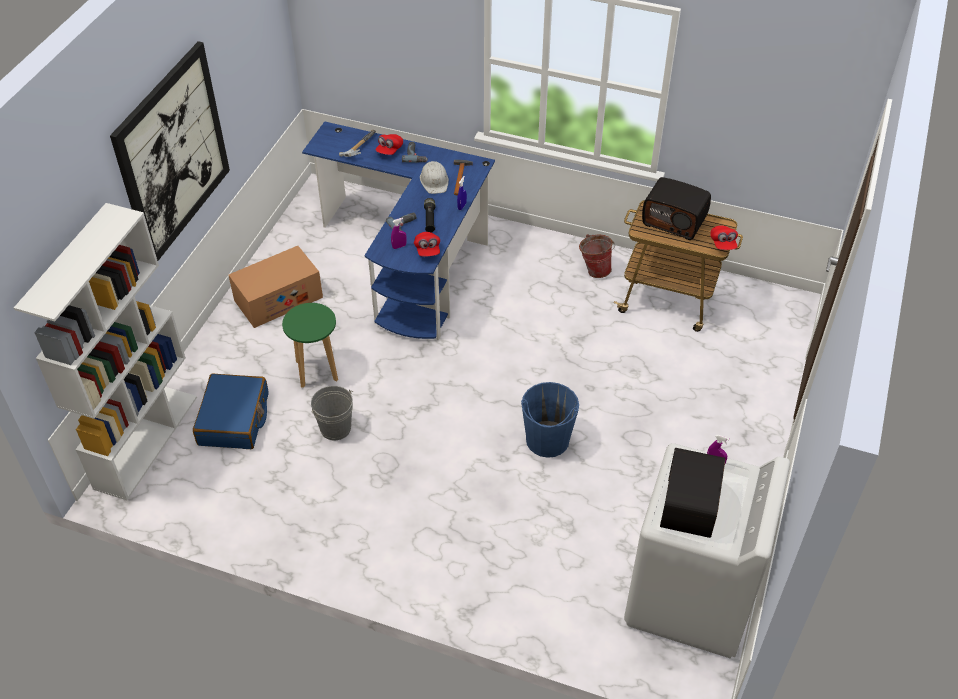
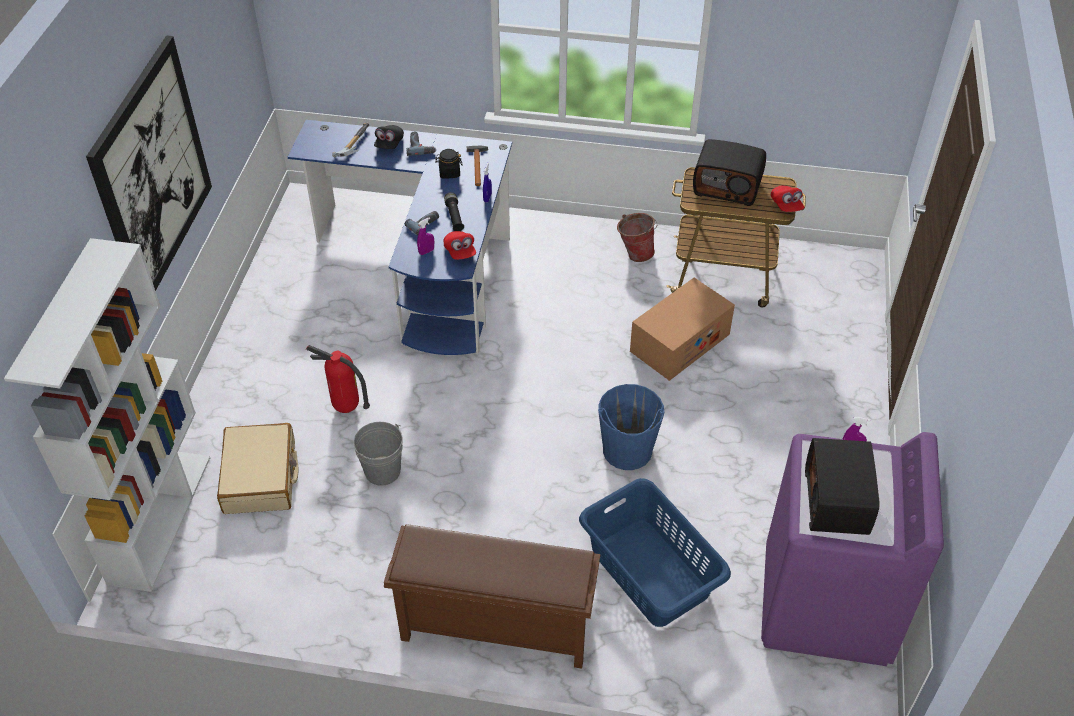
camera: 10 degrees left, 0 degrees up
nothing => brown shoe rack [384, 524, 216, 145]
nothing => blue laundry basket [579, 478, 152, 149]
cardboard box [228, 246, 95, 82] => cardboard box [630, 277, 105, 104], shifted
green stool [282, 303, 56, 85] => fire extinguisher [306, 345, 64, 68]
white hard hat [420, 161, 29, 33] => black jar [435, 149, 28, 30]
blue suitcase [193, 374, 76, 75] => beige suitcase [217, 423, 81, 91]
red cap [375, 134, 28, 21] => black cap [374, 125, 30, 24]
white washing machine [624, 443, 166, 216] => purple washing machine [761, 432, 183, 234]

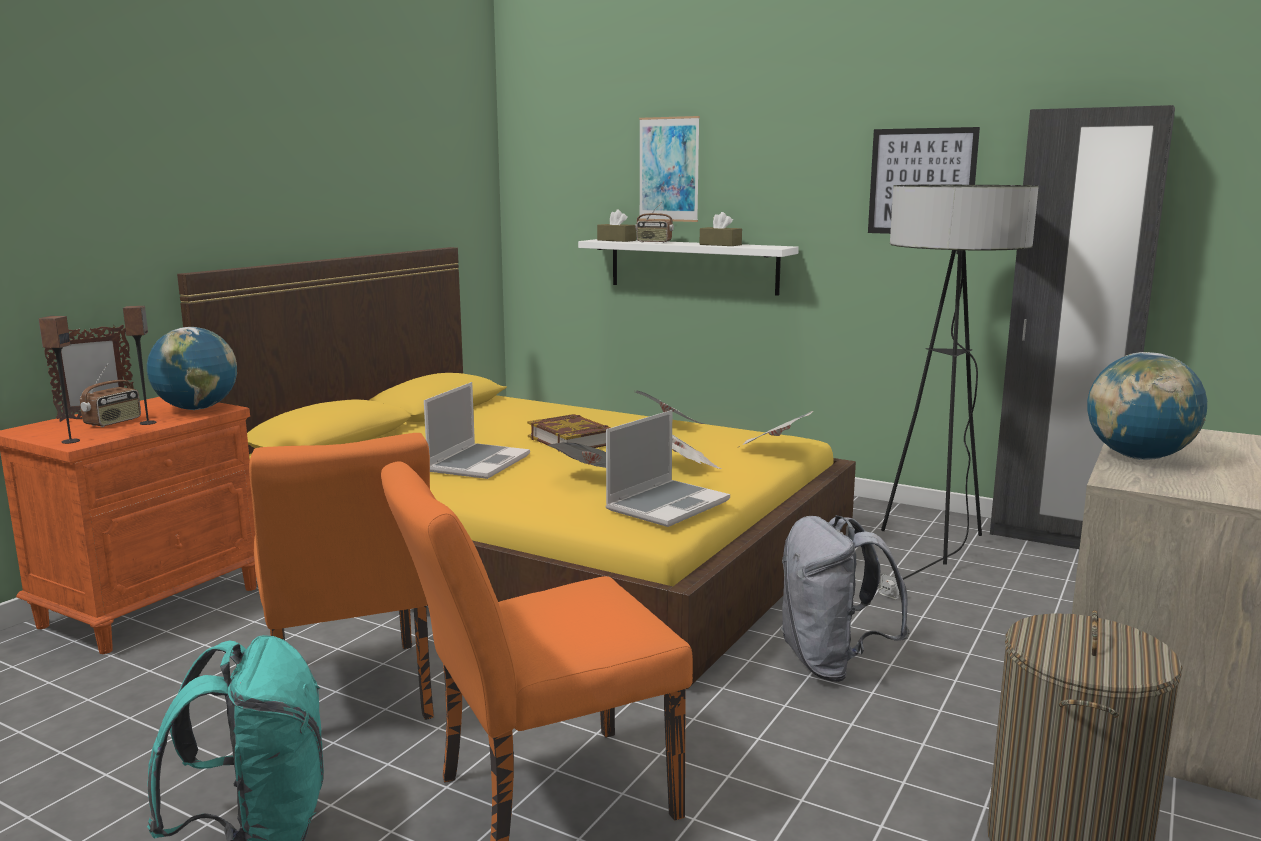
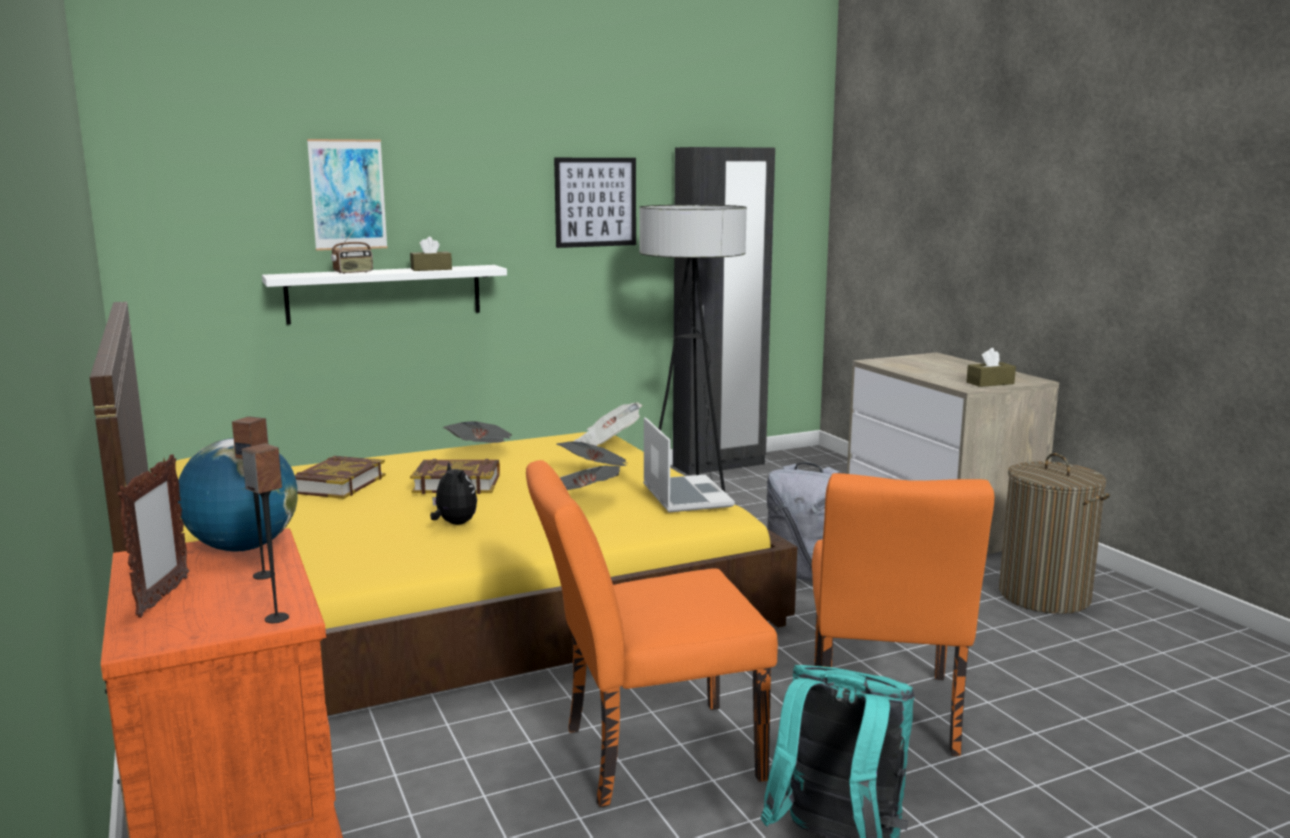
camera: 55 degrees left, 0 degrees up
radio [80, 363, 61, 64] => nothing
globe [1087, 352, 120, 108] => nothing
nothing => book [295, 456, 91, 43]
brown tissue box [597, 209, 39, 33] => brown tissue box [966, 348, 50, 39], shifted
laptop [424, 382, 106, 97] => plush toy [430, 462, 47, 63]
orange chair [249, 433, 185, 287] => orange chair [526, 460, 252, 347], 150 degrees clockwise

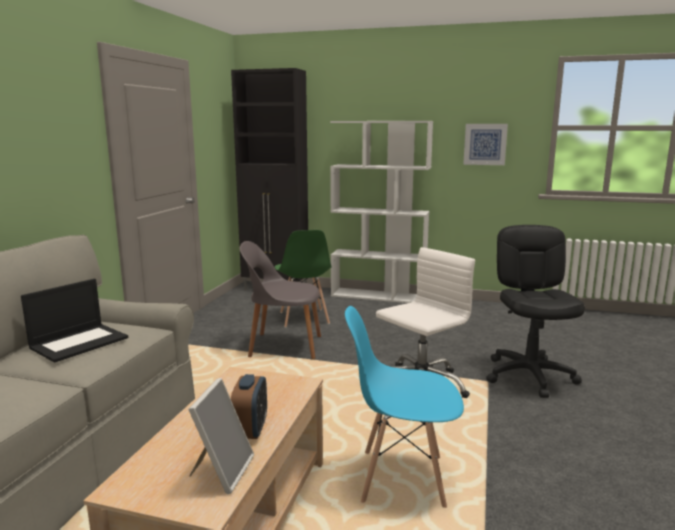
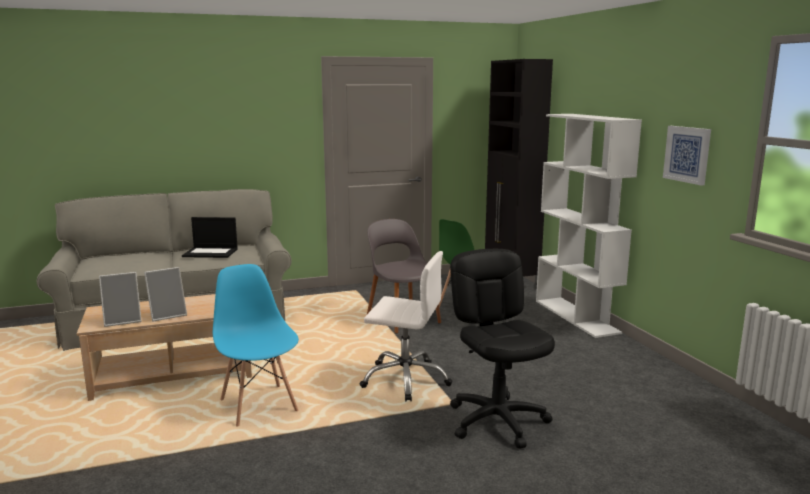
camera: 55 degrees right, 0 degrees up
alarm clock [231, 374, 36, 65] => picture frame [144, 267, 43, 54]
black office chair [486, 225, 99, 173] => black office chair [450, 249, 105, 199], 75 degrees counterclockwise

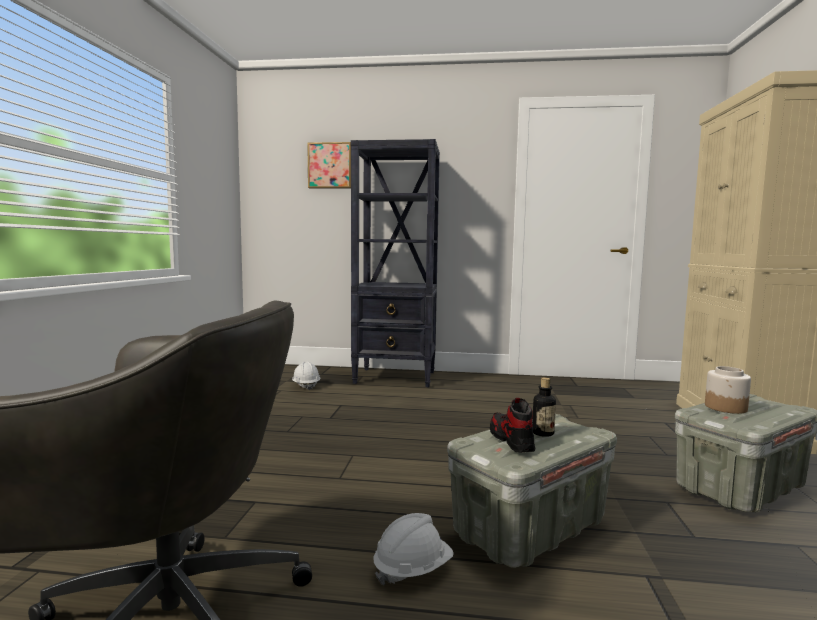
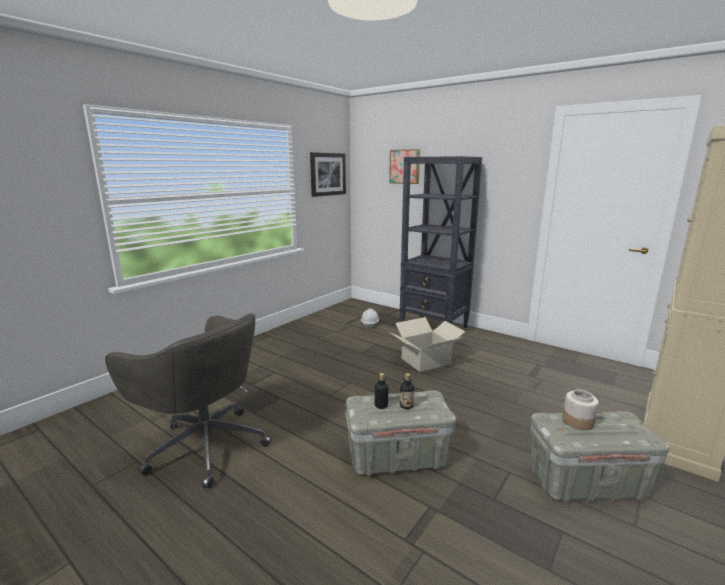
camera: 30 degrees right, 10 degrees up
white hard hat [373, 513, 81, 73] => nothing
nothing => picture [310, 152, 36, 45]
nothing => cardboard box [390, 317, 76, 55]
shoe [490, 398, 45, 55] => bottle [374, 373, 15, 36]

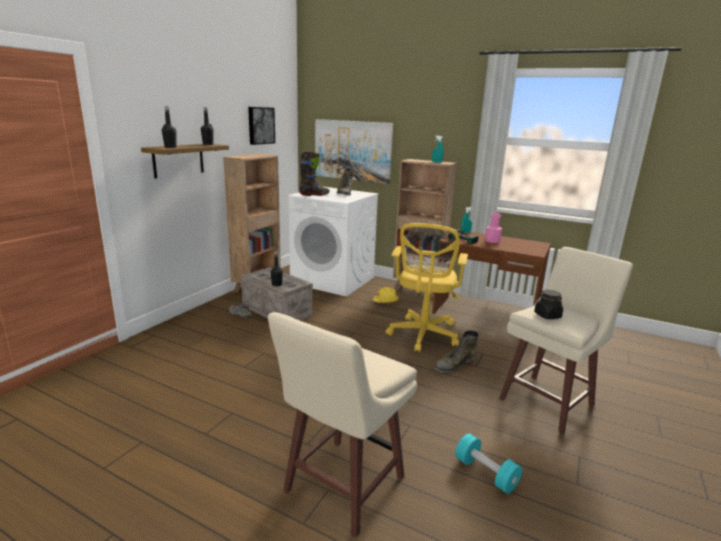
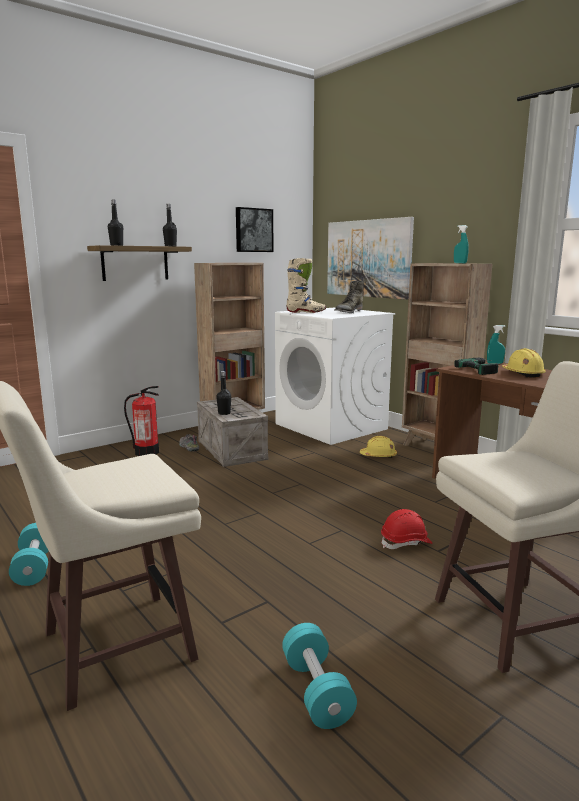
camera: 25 degrees right, 5 degrees down
yellow office chair [386, 223, 82, 129] => nothing
black jar [534, 290, 29, 29] => nothing
nothing => turquoise dumbbell [9, 523, 40, 63]
nothing => fire extinguisher [124, 386, 35, 70]
green boot [434, 330, 45, 43] => red hard hat [381, 509, 51, 40]
pink bottle [485, 213, 17, 30] => yellow hard hat [502, 348, 44, 30]
black boot [300, 152, 30, 44] => beige boot [286, 258, 40, 55]

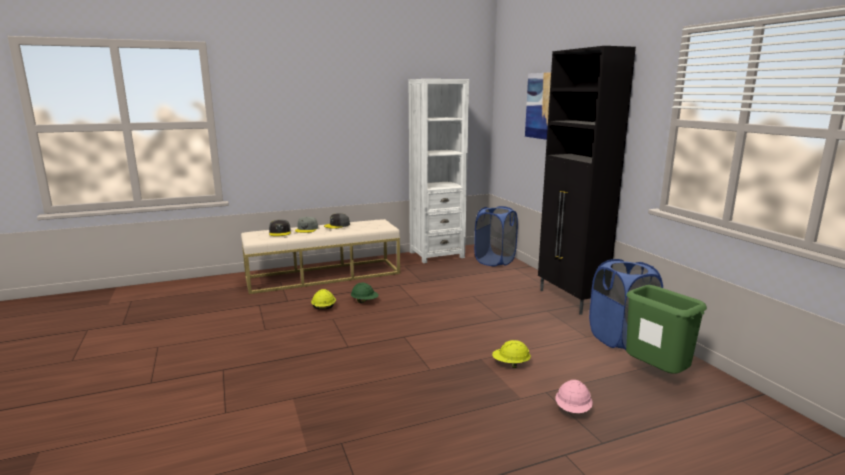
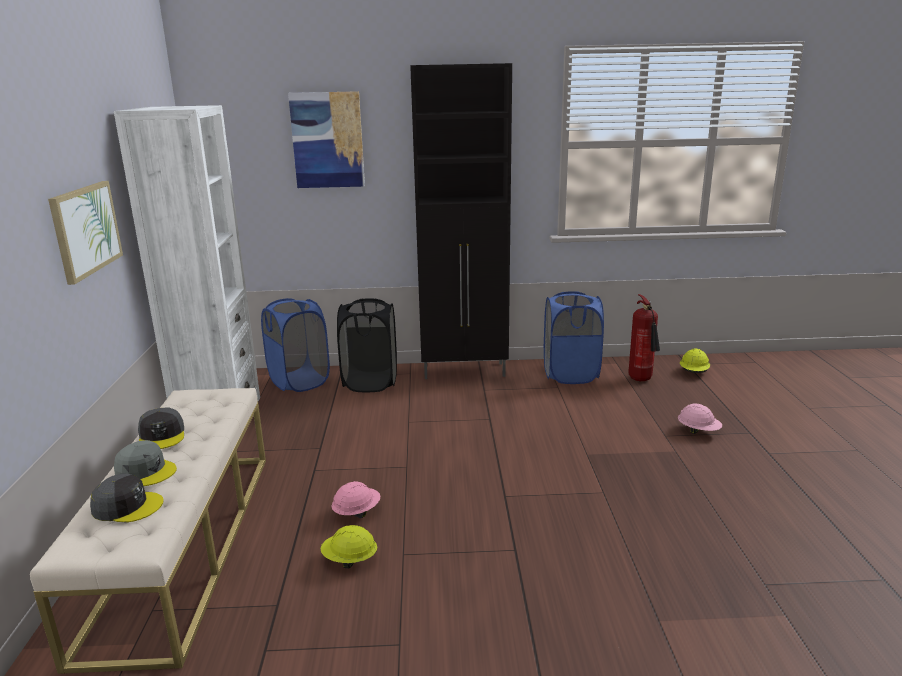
camera: 70 degrees left, 5 degrees up
nothing => picture [48, 181, 75, 104]
nothing => black laundry basket [337, 298, 60, 94]
yellow hard hat [492, 340, 39, 28] => yellow hard hat [680, 349, 30, 24], shifted
green trash can [626, 285, 81, 89] => fire extinguisher [628, 294, 32, 87]
green hard hat [351, 283, 28, 20] => pink hard hat [332, 481, 48, 37]

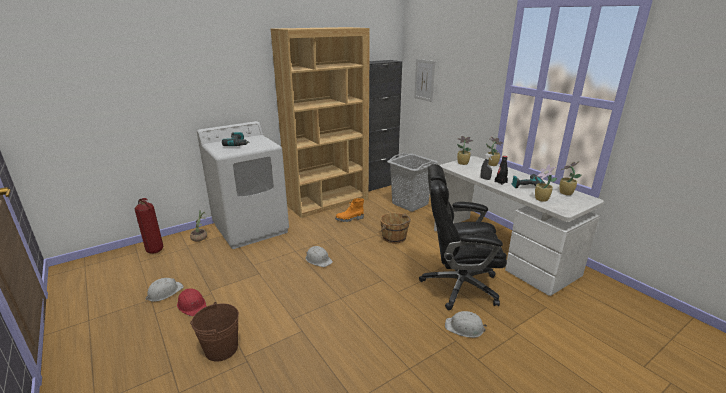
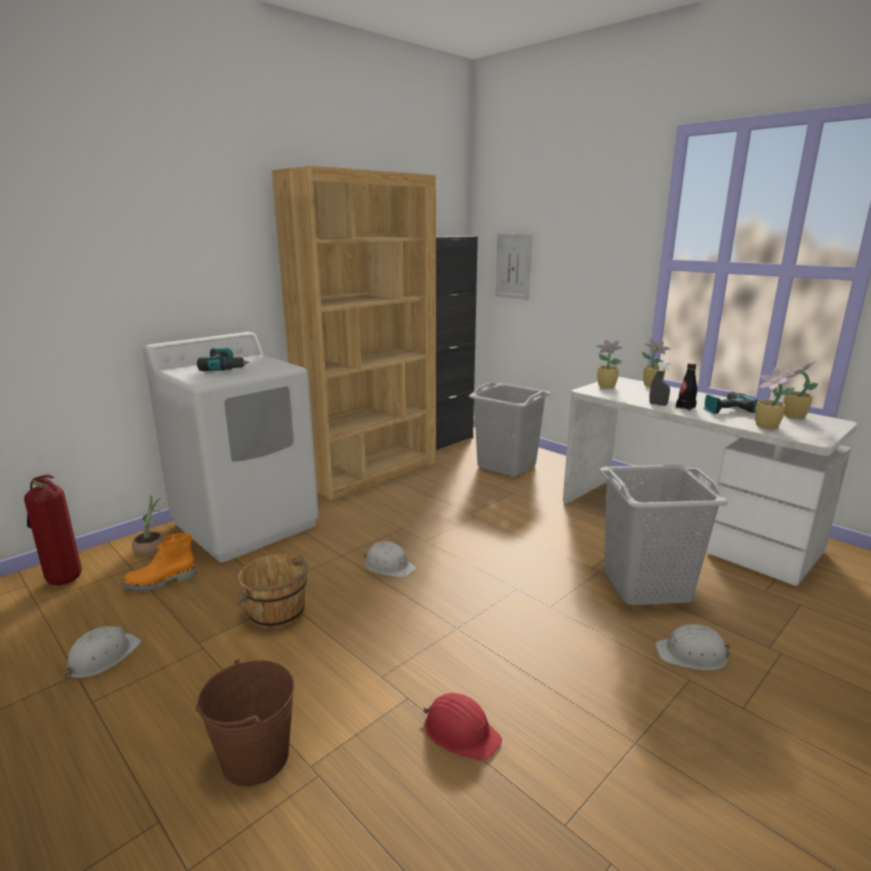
camera: 10 degrees left, 5 degrees down
red hard hat [177, 288, 29, 28] => red hard hat [423, 693, 79, 68], shifted
orange boot [335, 198, 29, 24] => orange boot [123, 533, 73, 58], shifted
brown bucket [380, 213, 31, 31] => brown bucket [236, 554, 72, 75], shifted
black office chair [419, 164, 88, 146] => grey laundry basket [600, 465, 129, 140]

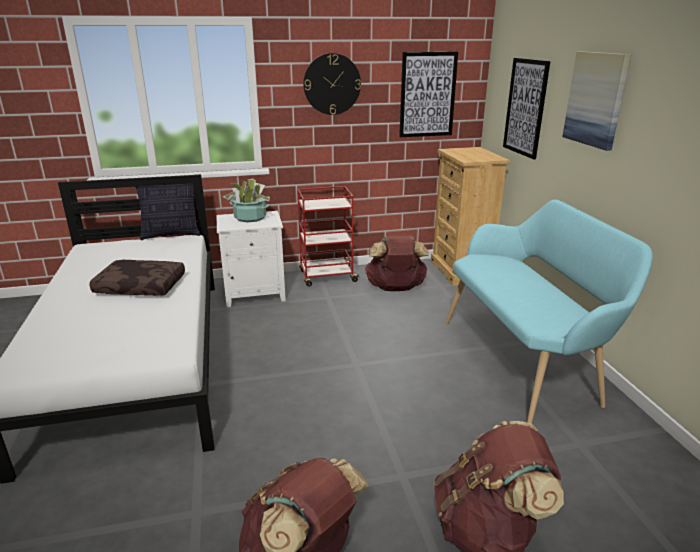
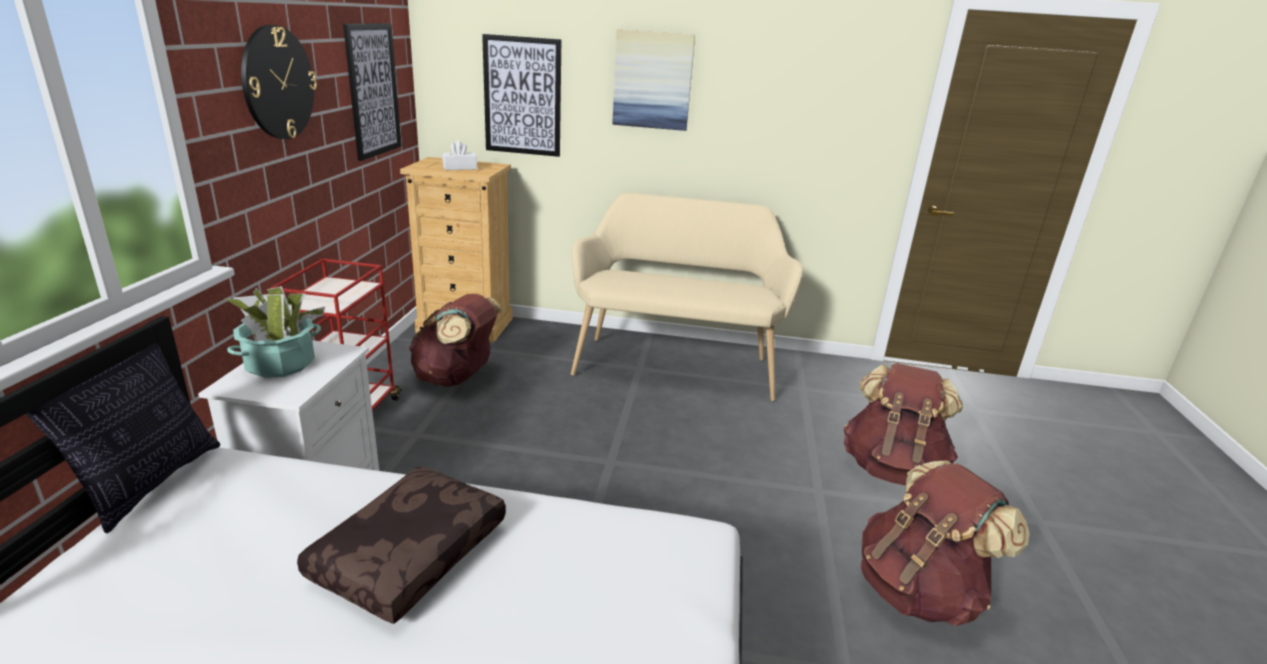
camera: 70 degrees left, 0 degrees up
nothing => white tissue box [442, 141, 35, 29]
turquoise bench [445, 200, 208, 224] => beige bench [571, 193, 233, 208]

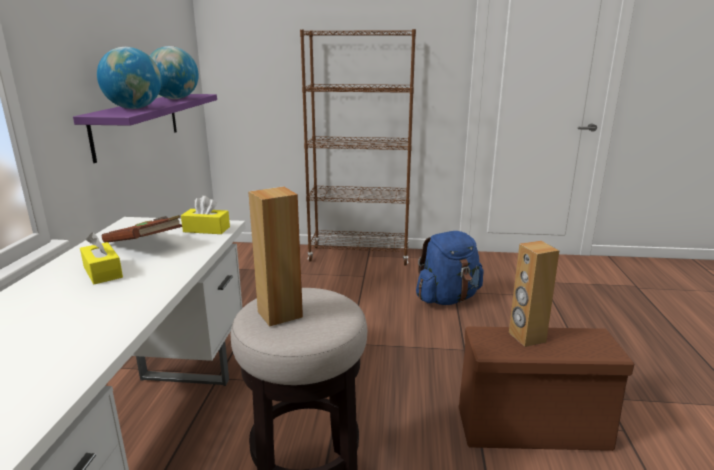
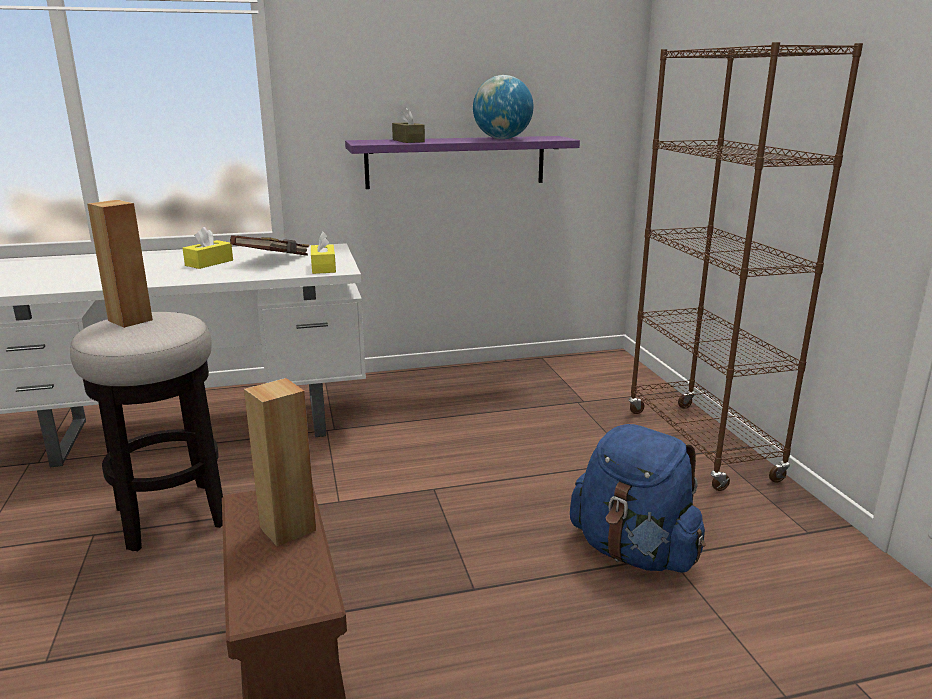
camera: 70 degrees right, 0 degrees up
globe [97, 47, 64, 62] => brown tissue box [392, 107, 33, 36]

